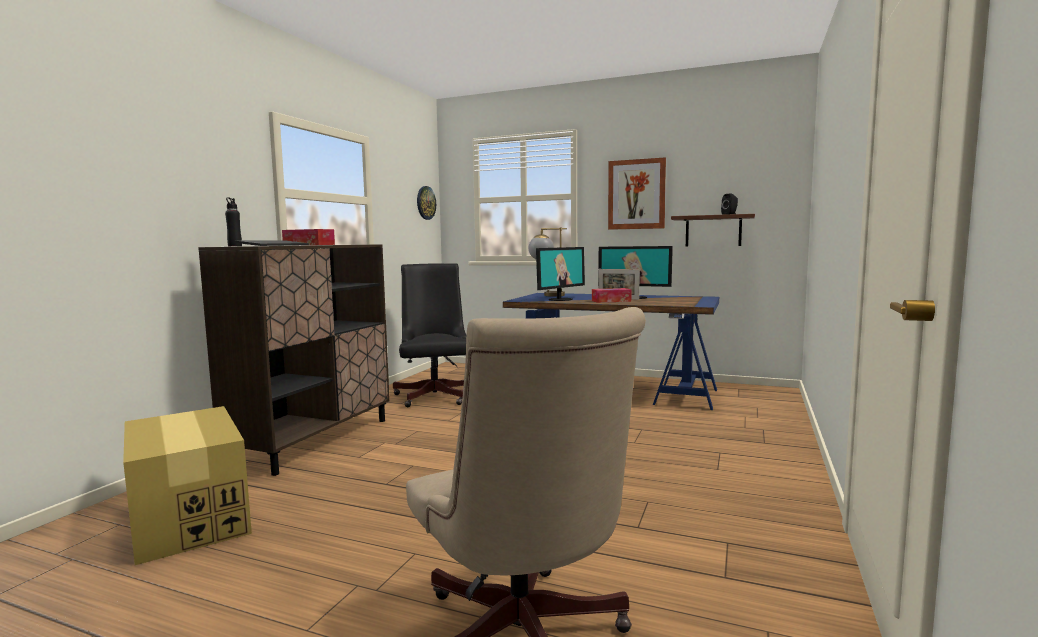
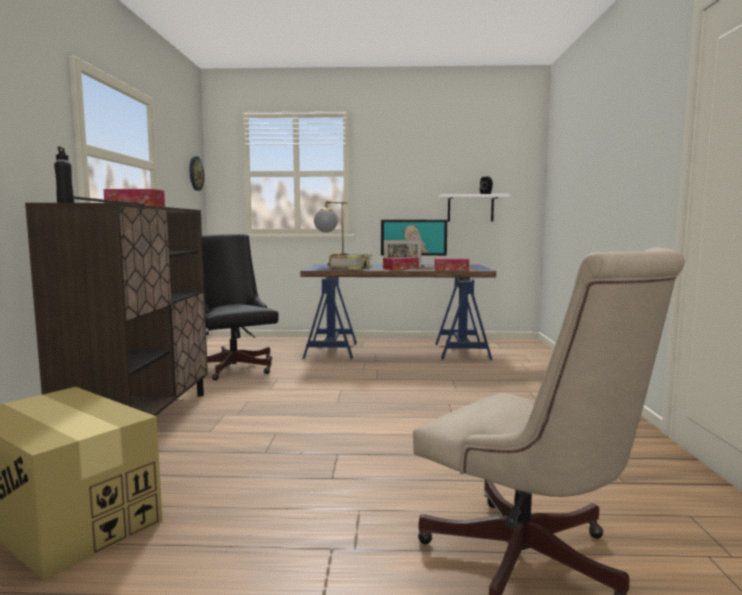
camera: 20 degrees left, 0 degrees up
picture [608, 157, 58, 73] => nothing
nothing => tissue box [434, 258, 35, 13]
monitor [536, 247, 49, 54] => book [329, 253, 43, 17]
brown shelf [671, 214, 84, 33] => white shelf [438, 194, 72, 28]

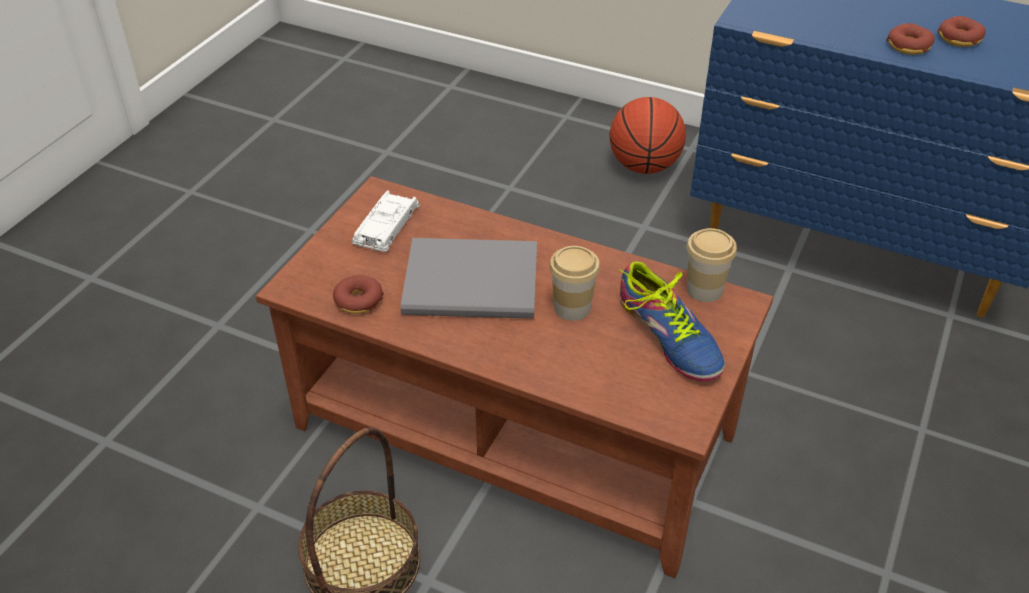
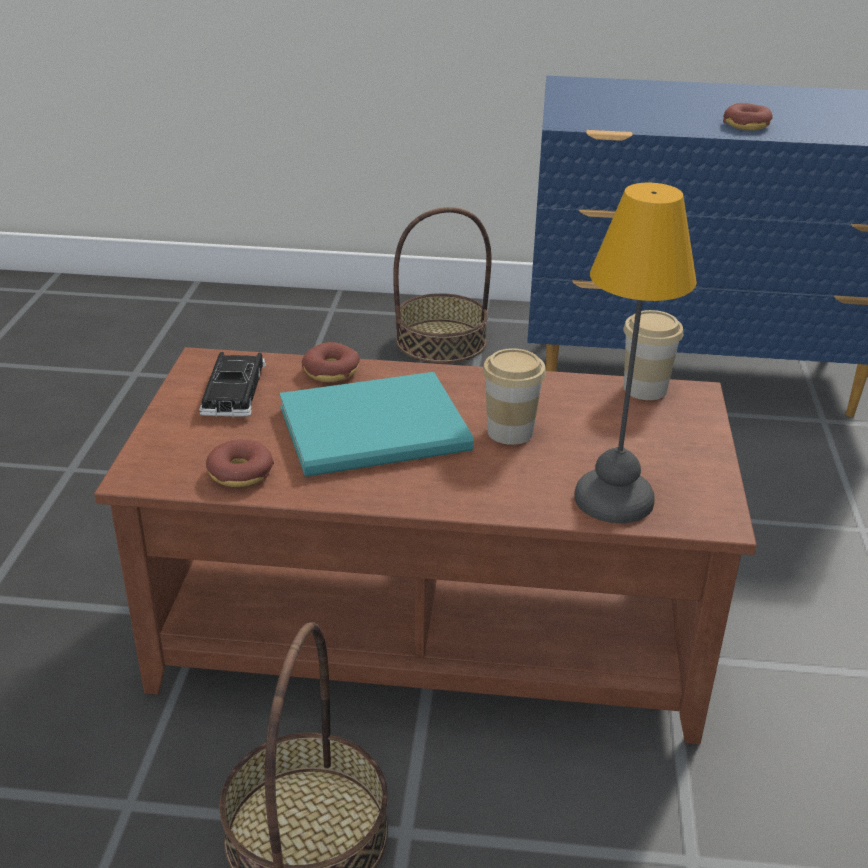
camera: 20 degrees left, 10 degrees down
shoe [619, 261, 106, 120] => nothing
nothing => table lamp [574, 183, 123, 340]
donut [937, 16, 49, 31] => donut [302, 342, 58, 40], shifted
basketball [609, 97, 77, 77] => basket [393, 207, 99, 157]
white toy car [352, 190, 68, 62] => black toy car [199, 352, 67, 65]
grey book [400, 238, 137, 81] => turquoise book [279, 372, 195, 105]

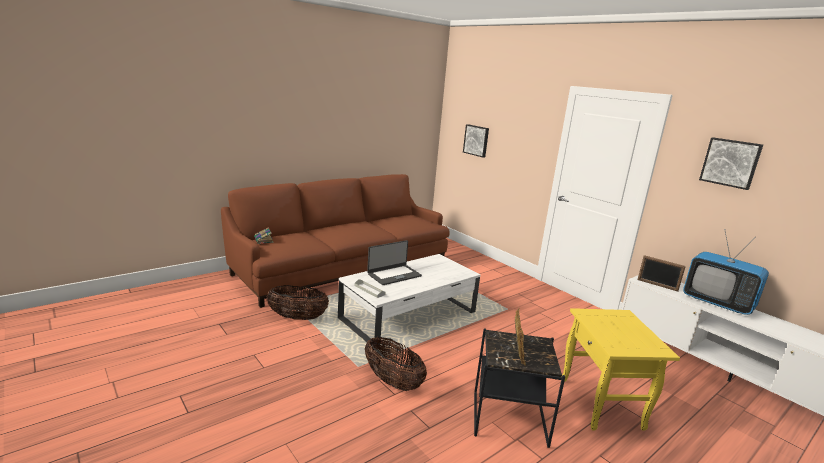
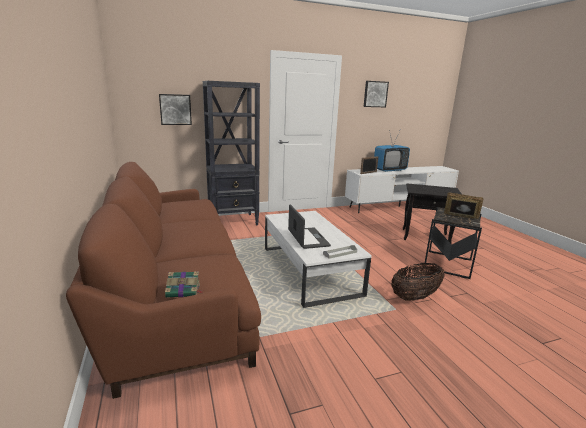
camera: 70 degrees left, 0 degrees up
basket [266, 285, 63, 35] => nothing
nothing => black bookcase [203, 81, 57, 144]
yellow side table [563, 308, 117, 123] => black side table [403, 183, 58, 61]

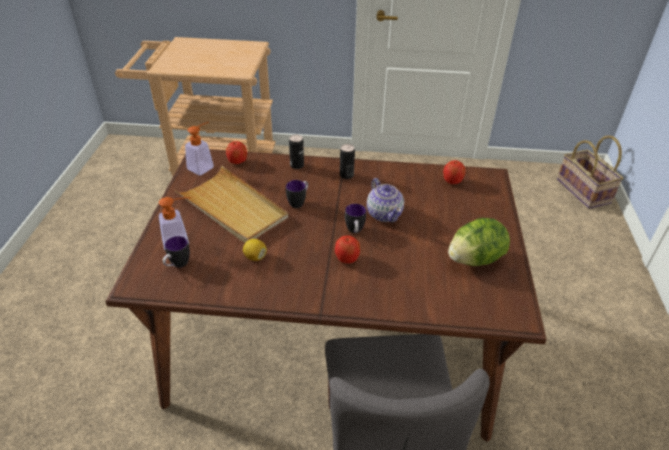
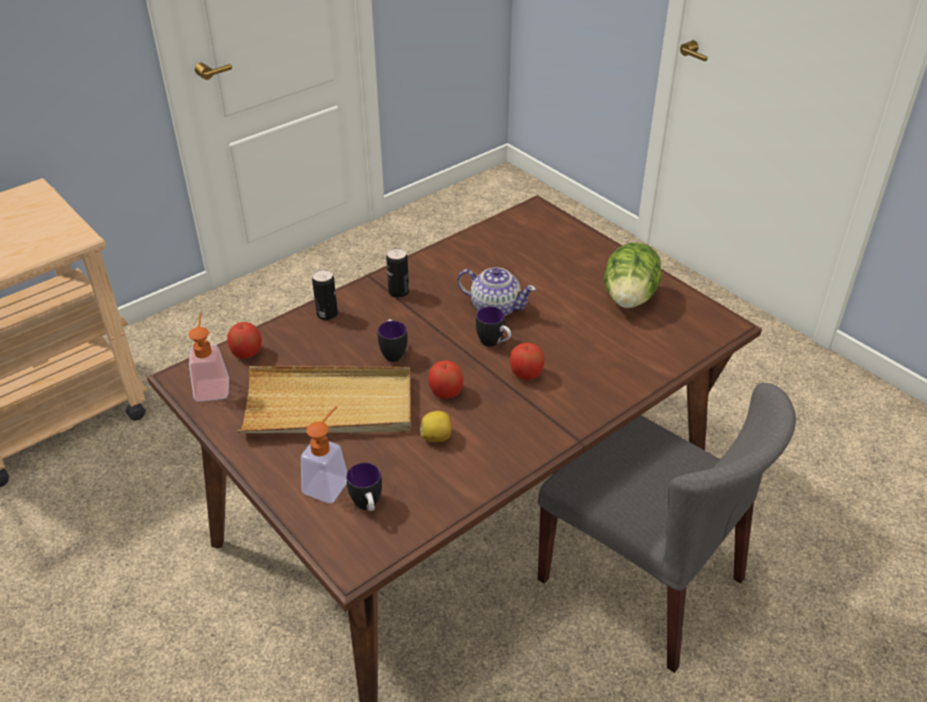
camera: 45 degrees left, 0 degrees up
basket [557, 135, 67, 74] => nothing
apple [443, 160, 23, 24] => apple [428, 360, 35, 39], shifted

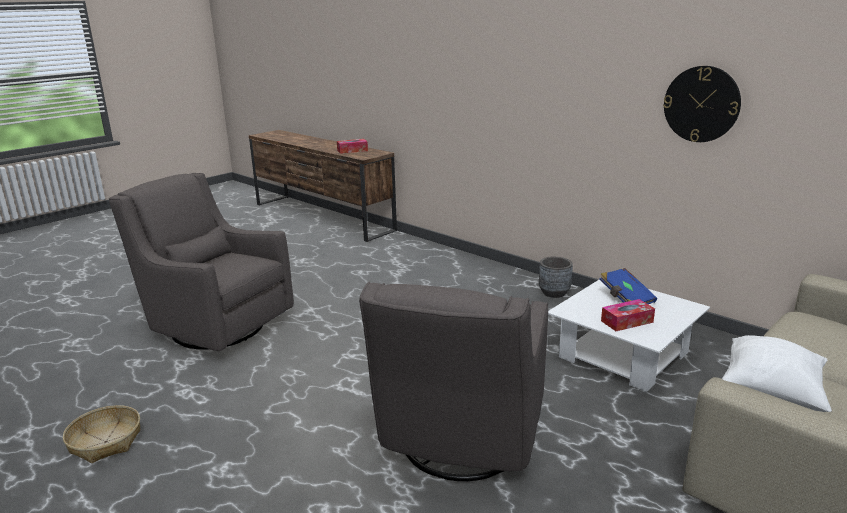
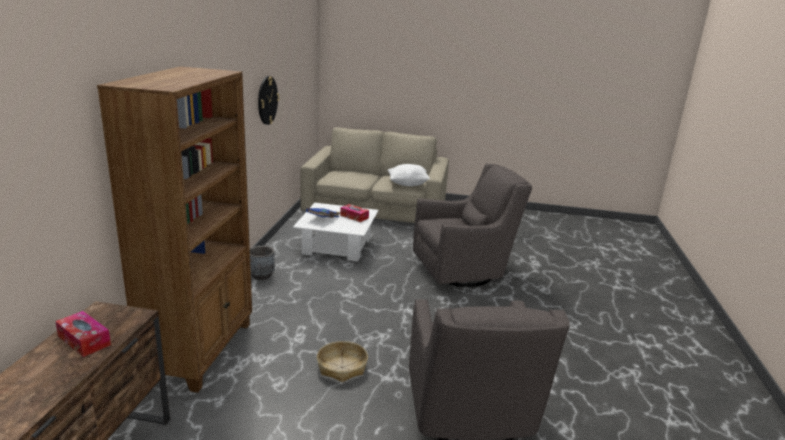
camera: 125 degrees left, 0 degrees up
nothing => brown bookcase [97, 66, 155, 327]
basket [63, 405, 77, 58] => basket [317, 341, 51, 41], shifted

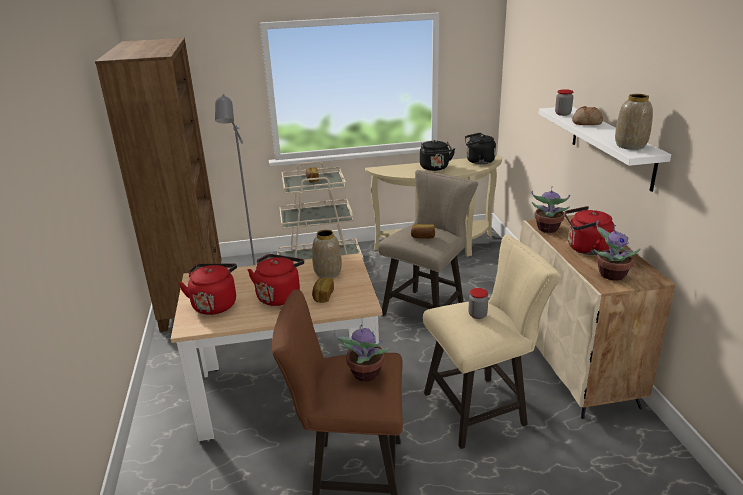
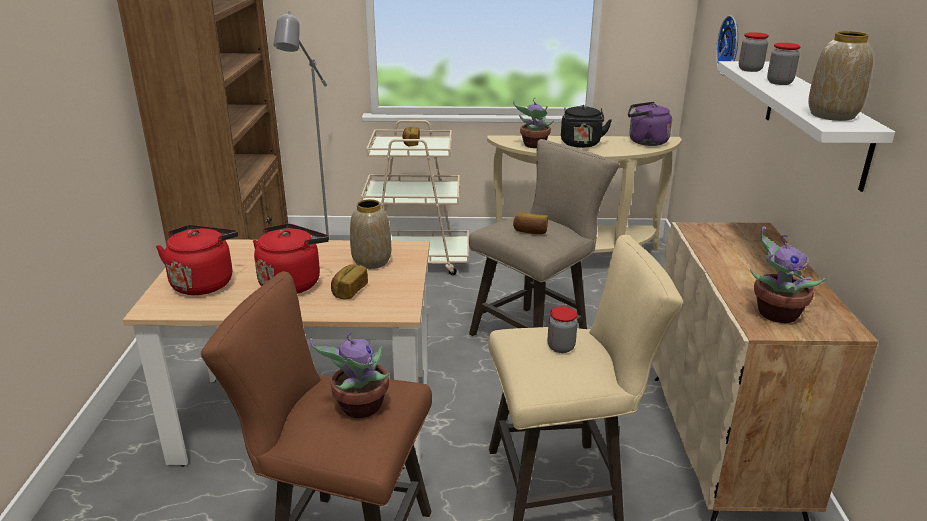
camera: 10 degrees right, 0 degrees up
red kettle [564, 206, 51, 49] => nothing
nothing => wall clock [716, 15, 22, 61]
potted plant [531, 186, 39, 47] => potted plant [513, 98, 40, 50], shifted
bread [572, 106, 31, 19] => jar [767, 43, 34, 42]
black kettle [465, 133, 31, 31] => purple kettle [628, 102, 44, 44]

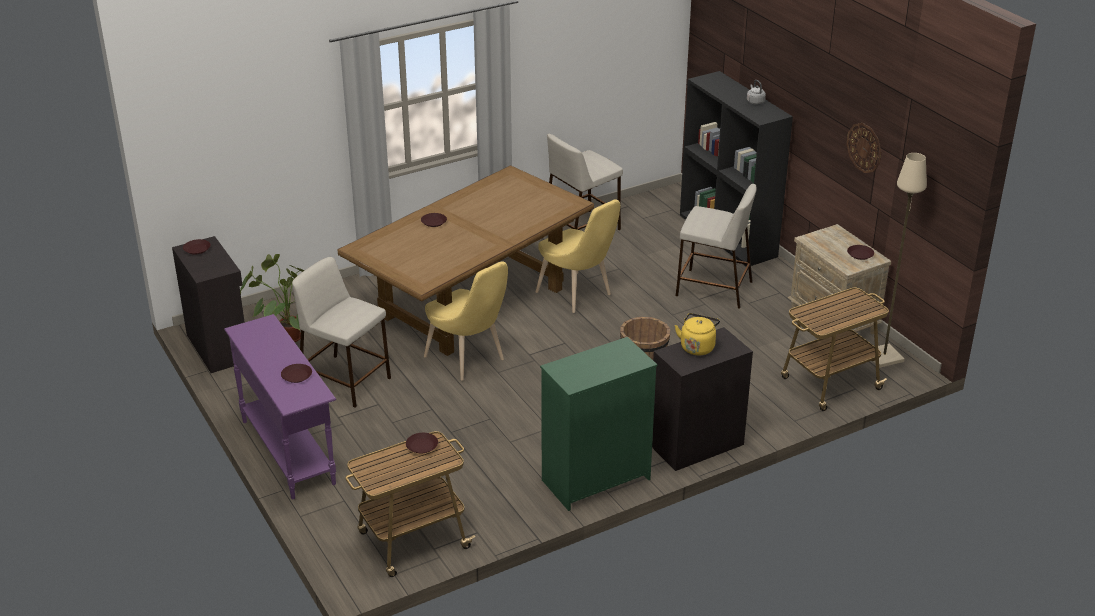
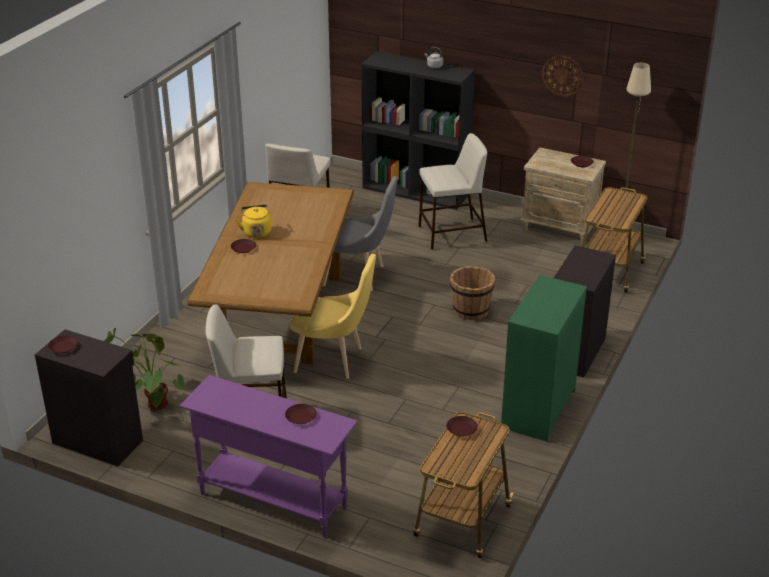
camera: 35 degrees left, 0 degrees up
yellow kettle [675, 313, 45, 42] => yellow kettle [236, 205, 35, 33], shifted
yellow chair [536, 199, 84, 114] => grey chair [323, 176, 75, 115]

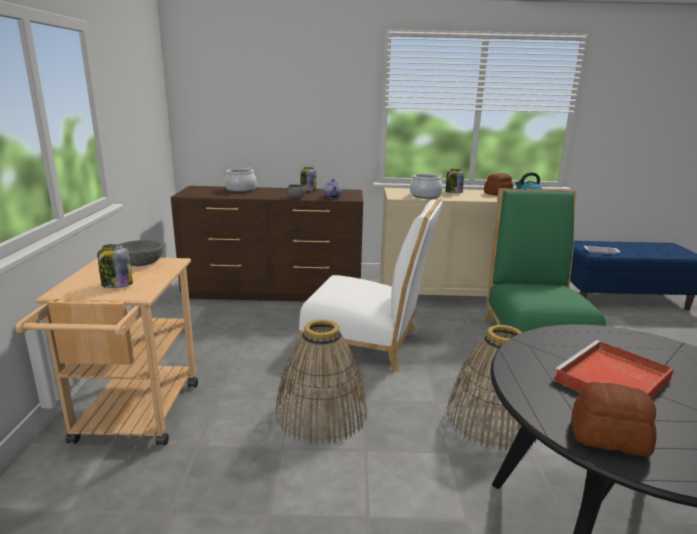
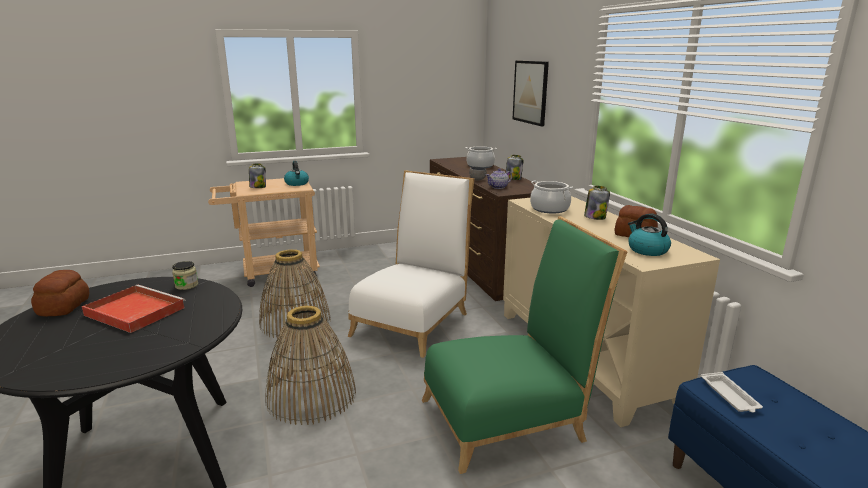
camera: 70 degrees right, 0 degrees up
nothing => jar [172, 261, 26, 29]
nothing => picture [513, 61, 36, 65]
grey bowl [120, 240, 43, 26] => kettle [284, 161, 25, 25]
white chair [298, 198, 144, 174] => white chair [348, 170, 126, 188], 150 degrees counterclockwise

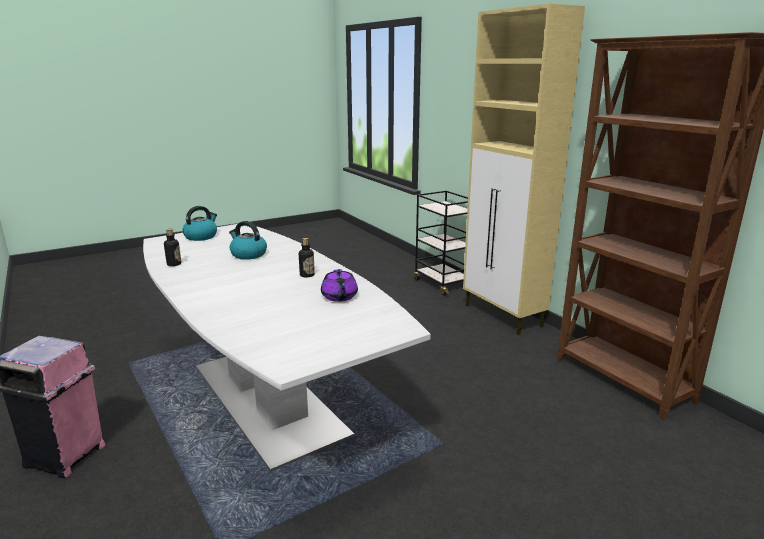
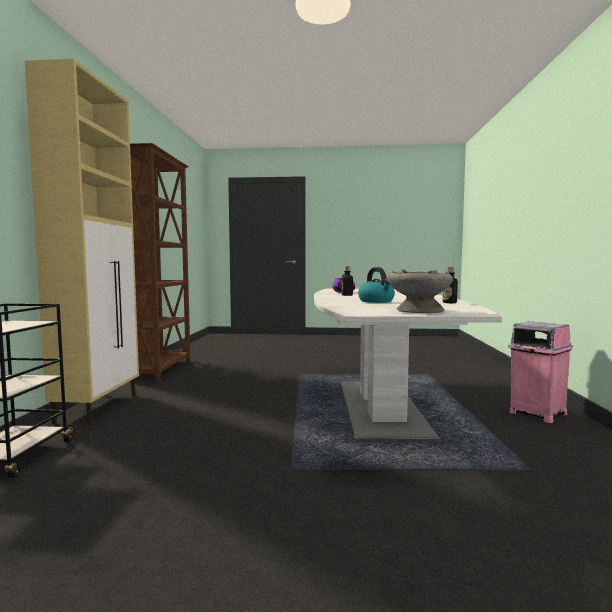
camera: 145 degrees left, 15 degrees down
kettle [182, 206, 35, 35] => grey bowl [387, 269, 66, 44]

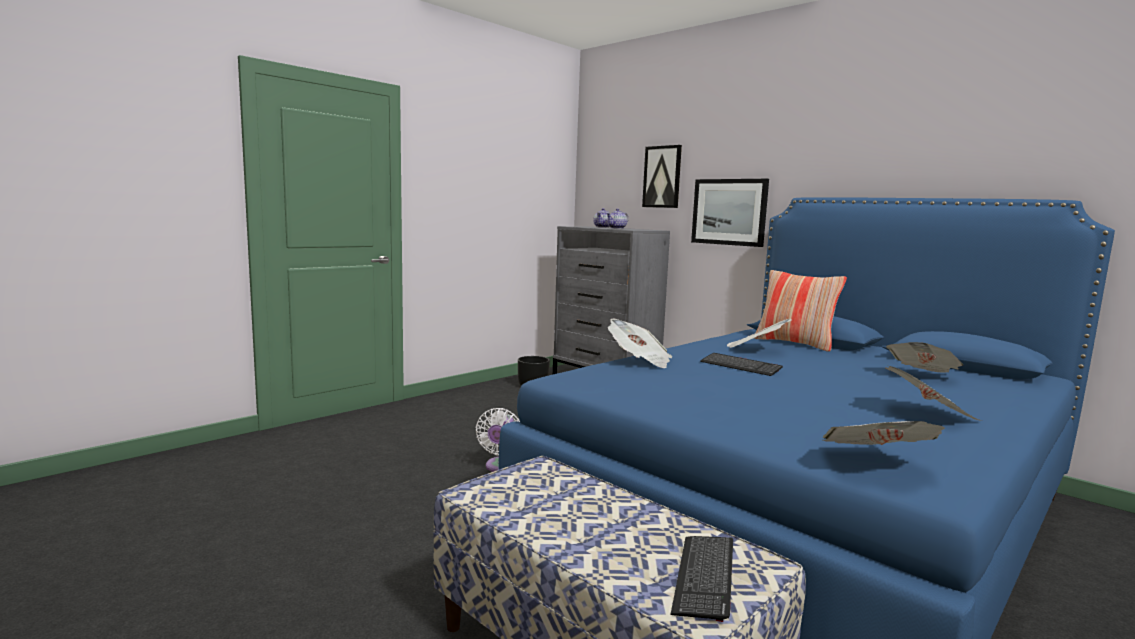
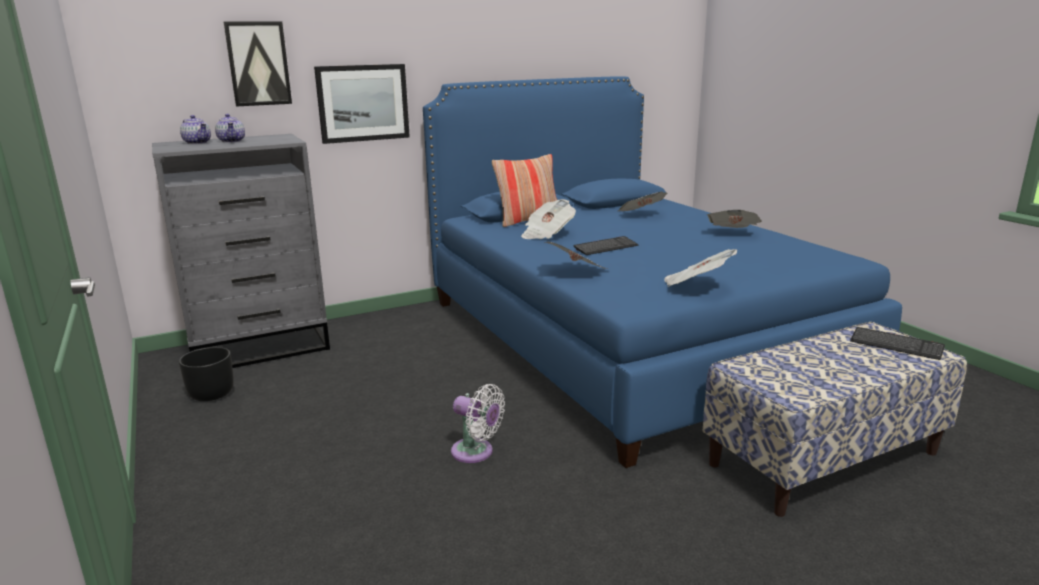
camera: 70 degrees left, 10 degrees up
newspaper [823, 421, 122, 24] => newspaper [664, 249, 73, 38], shifted

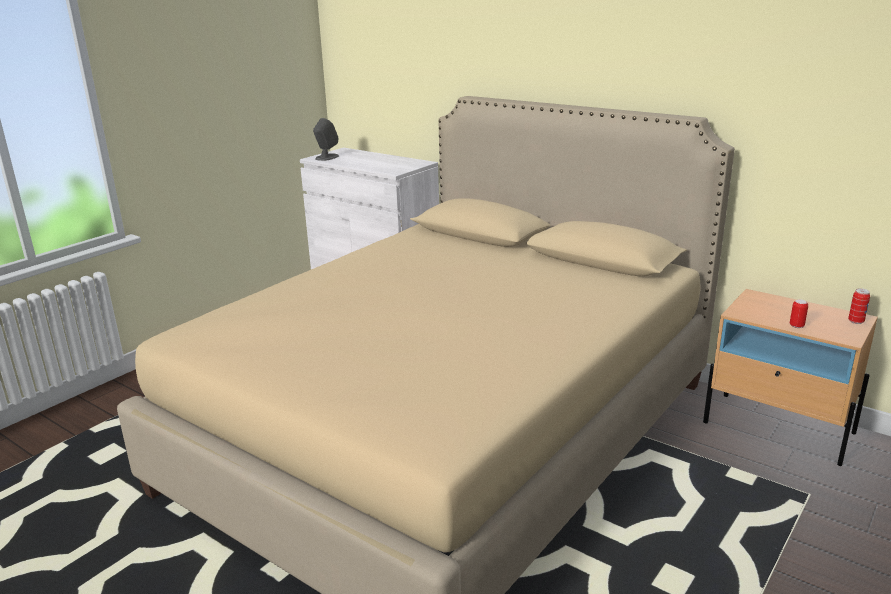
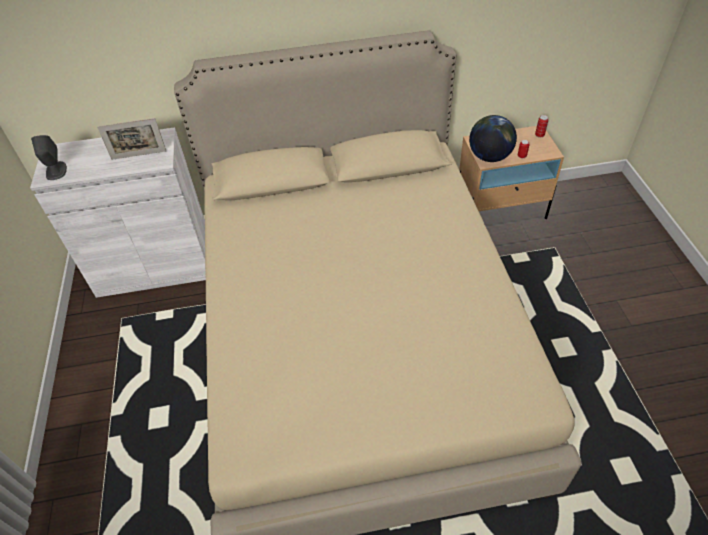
camera: 45 degrees left, 25 degrees up
nothing => picture frame [97, 118, 69, 42]
nothing => globe [469, 115, 48, 47]

